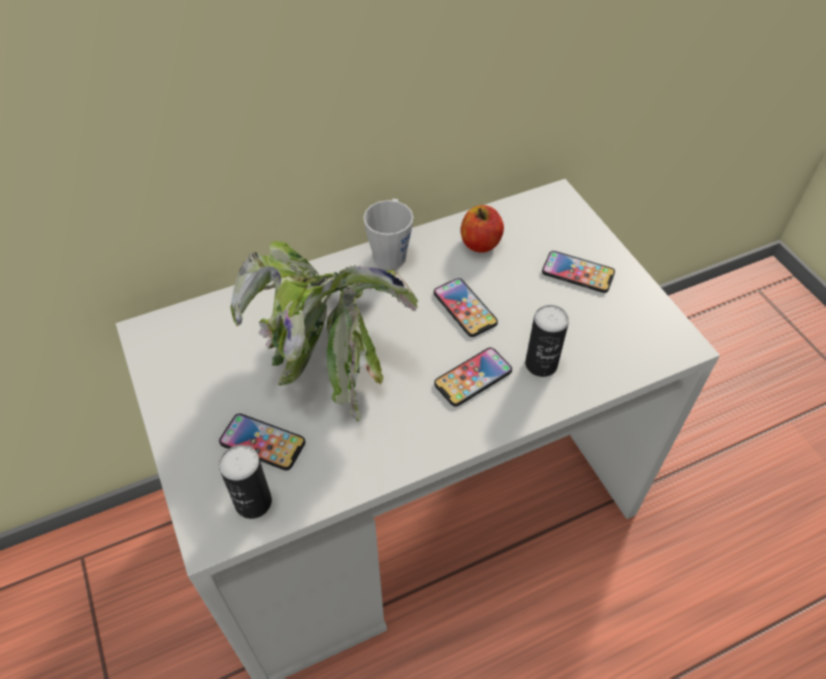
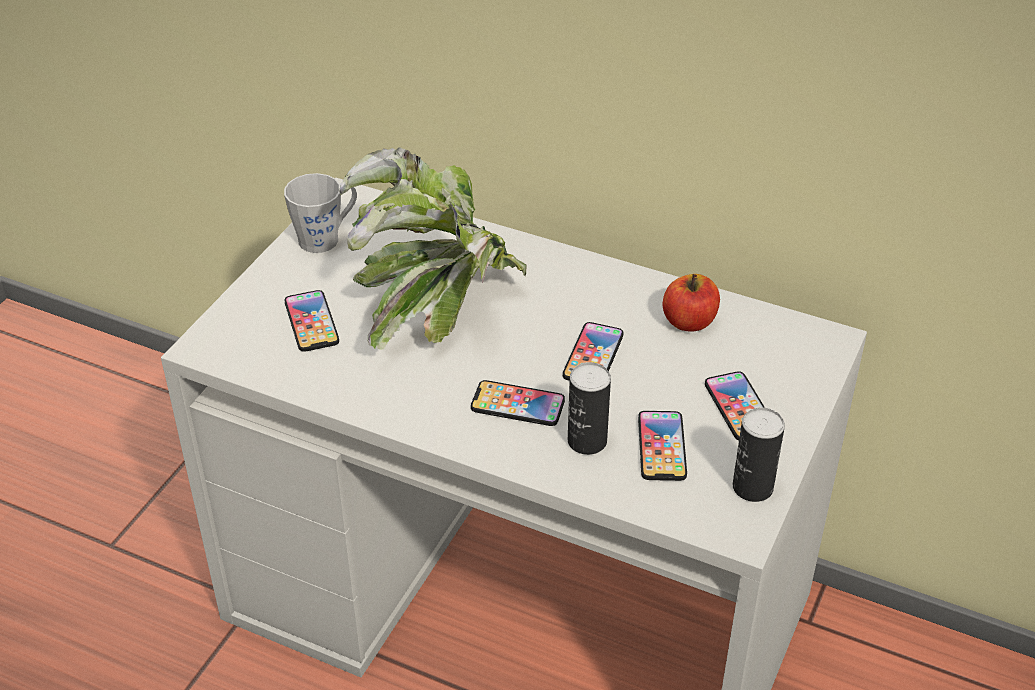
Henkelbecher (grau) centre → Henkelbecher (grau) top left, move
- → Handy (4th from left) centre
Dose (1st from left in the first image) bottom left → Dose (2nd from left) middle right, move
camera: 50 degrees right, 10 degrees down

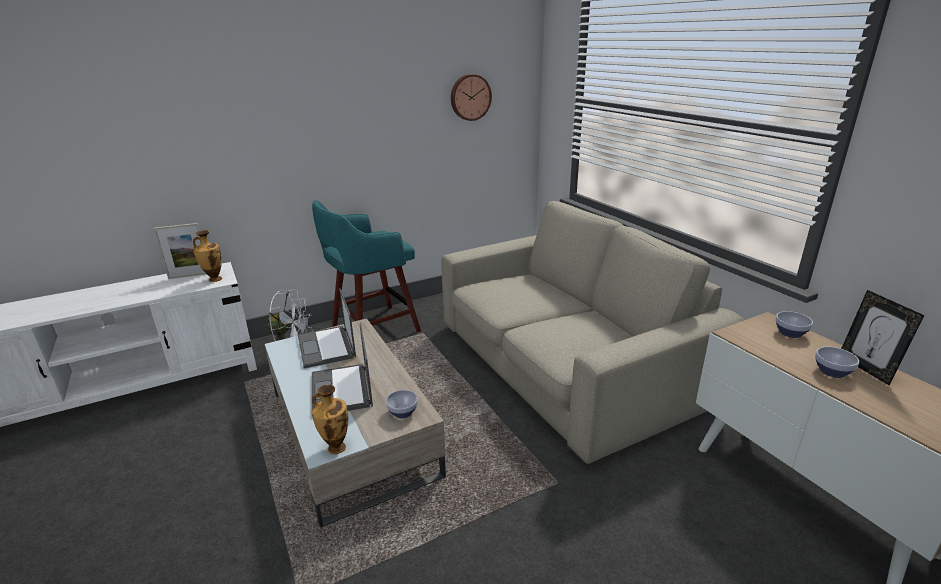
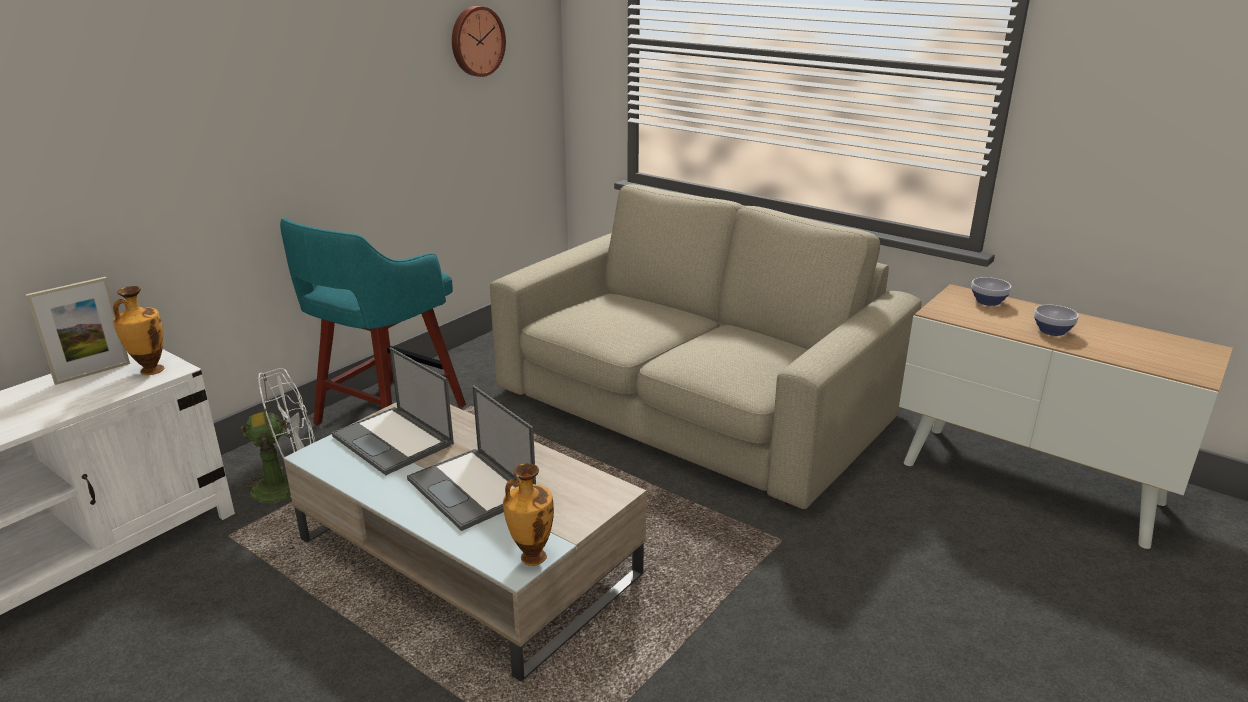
Schüssel (1st from left) bottom centre → -
Bilderrahmen (2nd from left) middle right → -
camera: 25 degrees left, 0 degrees up

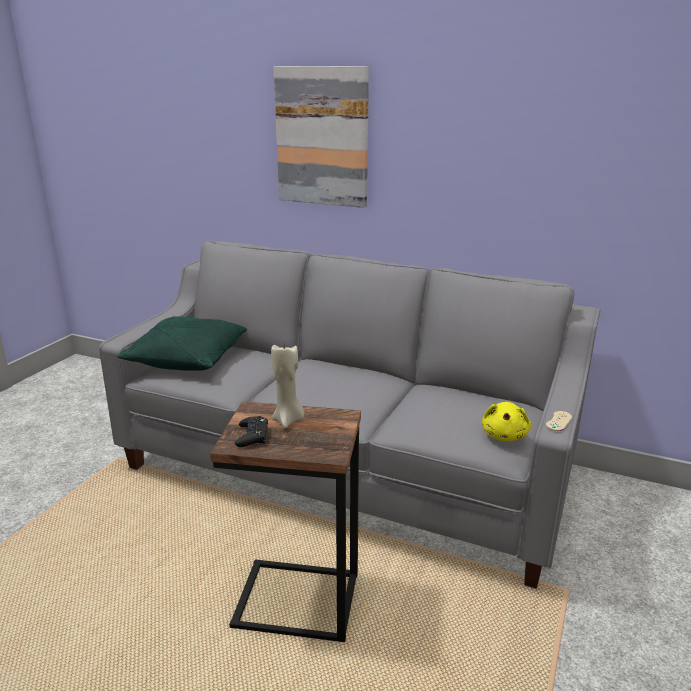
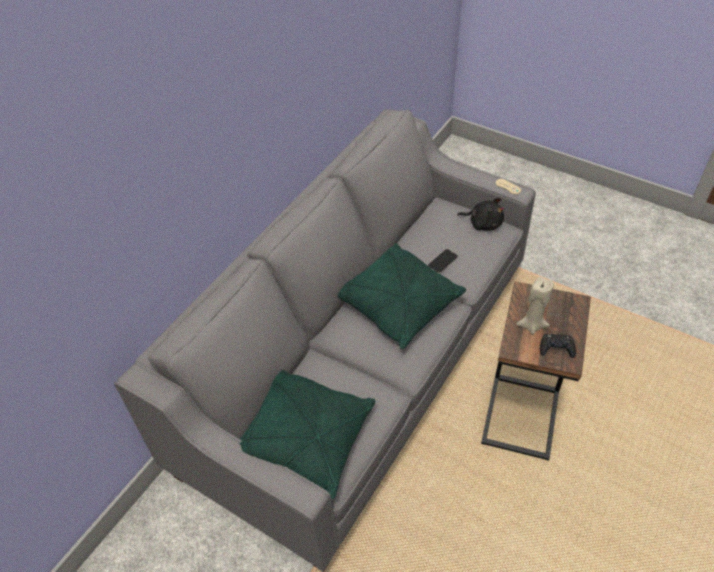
- → Kissen (grün) (2nd from left) centre
- → Handy centre
Plüschtier (gelb) middle right → Plüschtier (schwarz) middle right
Bild top centre → -
camera: 80 degrees left, 25 degrees up

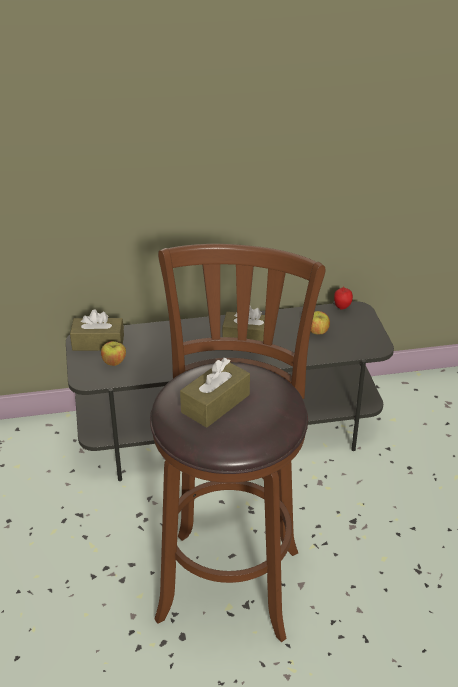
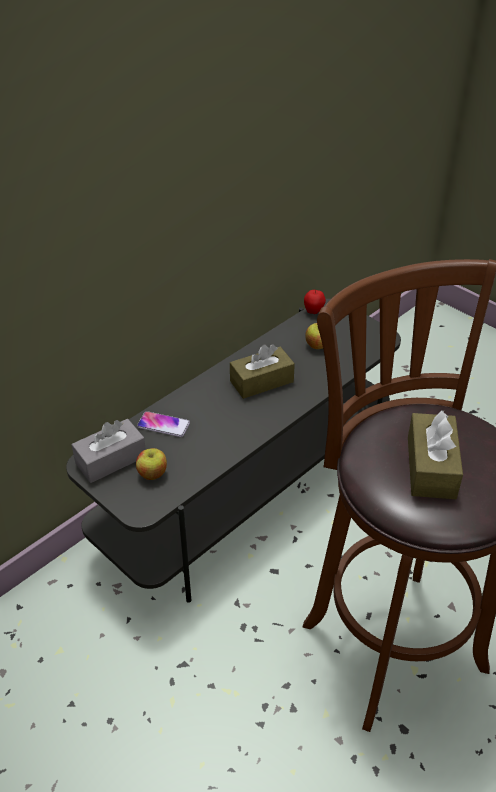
Taschentuchbox (braun) (1st from left) middle left → Taschentuchbox (grau) middle left
- → Handy middle left
camera: 35 degrees left, 5 degrees up

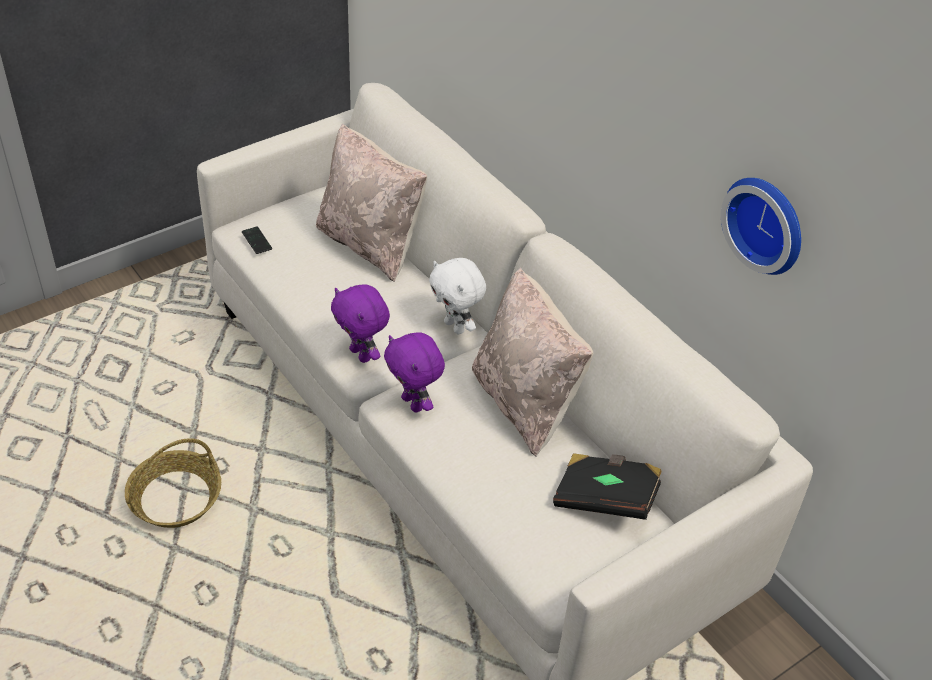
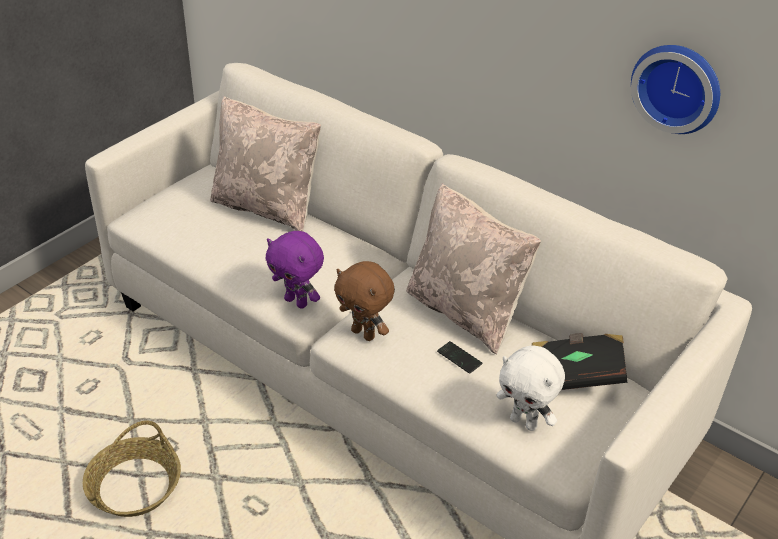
Plüschtier (lila) (2nd from left) centre → Plüschtier (braun) centre
Handy middle left → Handy centre, move
Plüschtier (weiß) centre → Plüschtier (weiß) bottom right, move
camera: 15 degrees left, 5 degrees down

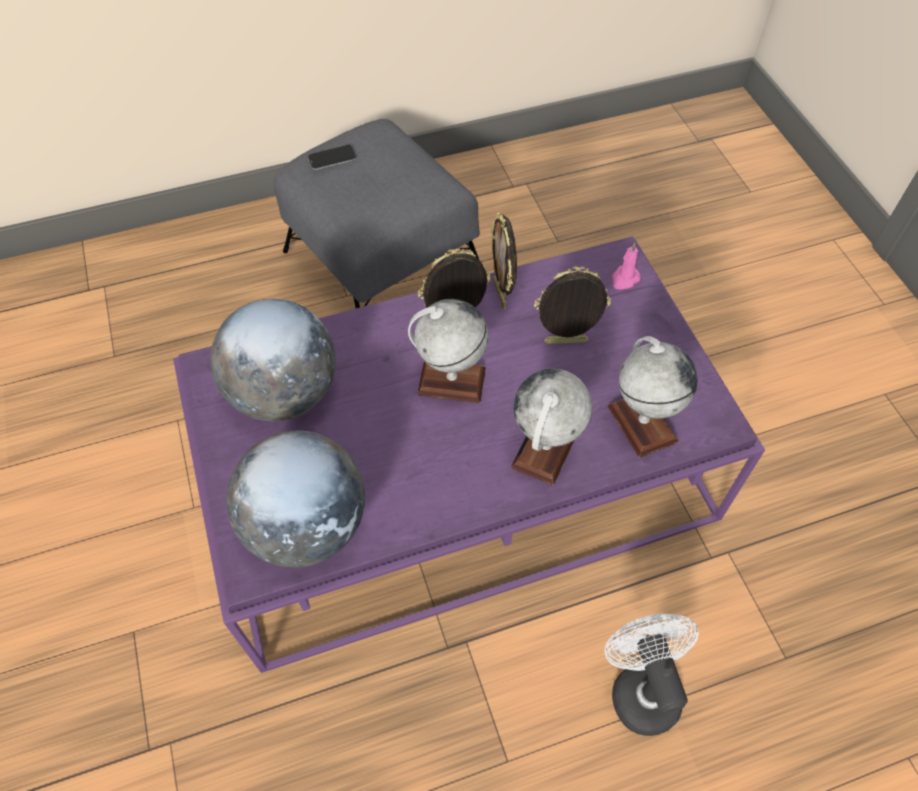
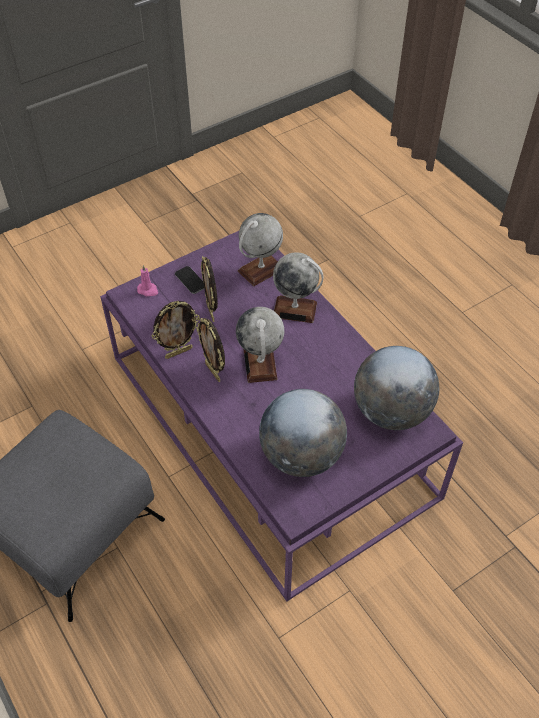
Handy top centre → Handy centre, move
Ventilator (weiß) bottom right → -
camera: 105 degrees left, 5 degrees down

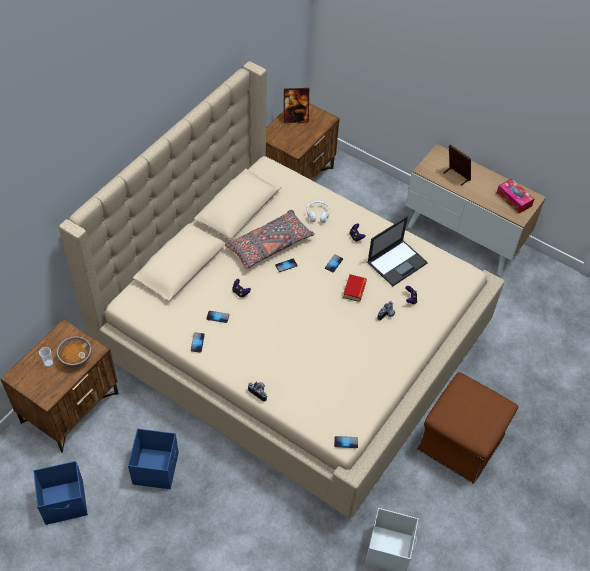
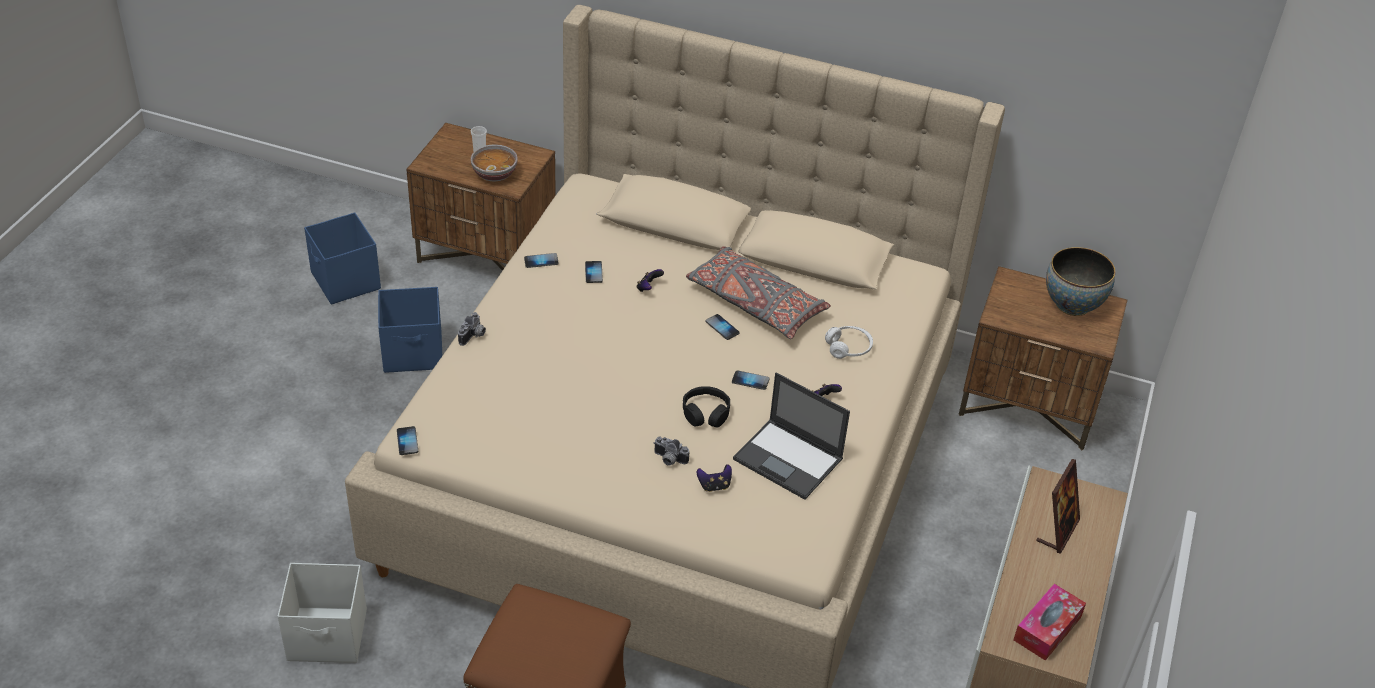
Buch centre → Kopfhörer (schwarz) centre
Bilderrahmen (1st from left) top centre → Schüssel (2nd from left) middle right
camera: 75 degrees right, 10 degrees down

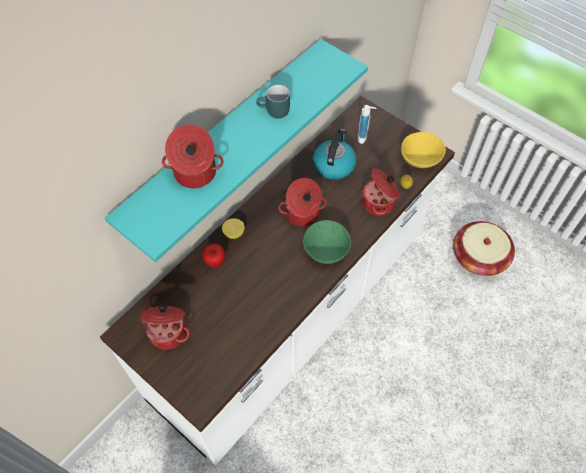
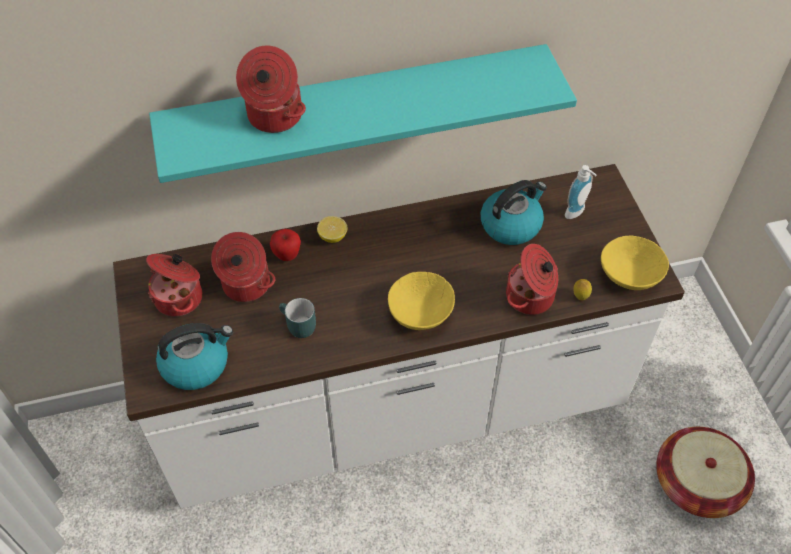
- → Wasserkessel (1st from left) middle left
Kochtopf (3rd from left in the first image) centre → Kochtopf (2nd from left) middle left, move
Henkelbecher (türkis) top centre → Henkelbecher (türkis) centre, move
Schüssel (grün) centre → Schüssel (gelb) (1st from left) centre
camera: 35 degrees right, 5 degrees down

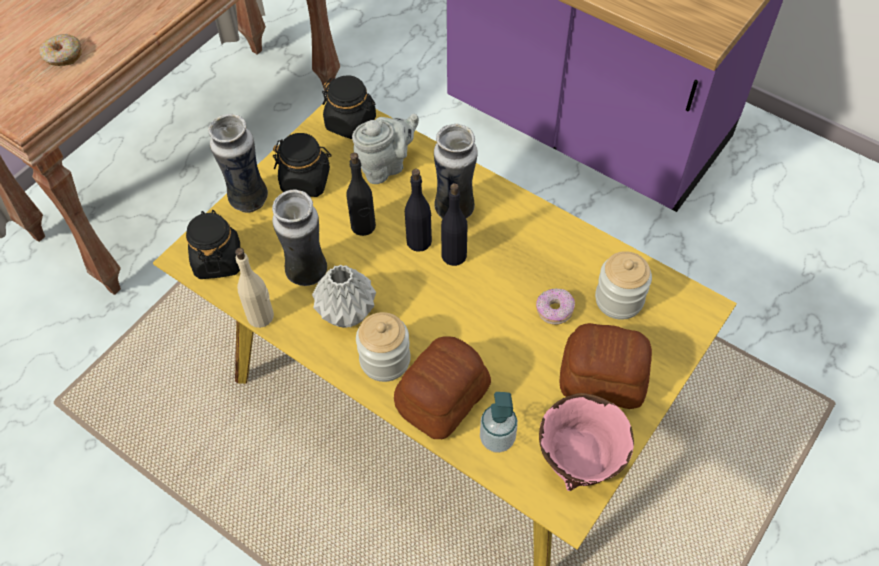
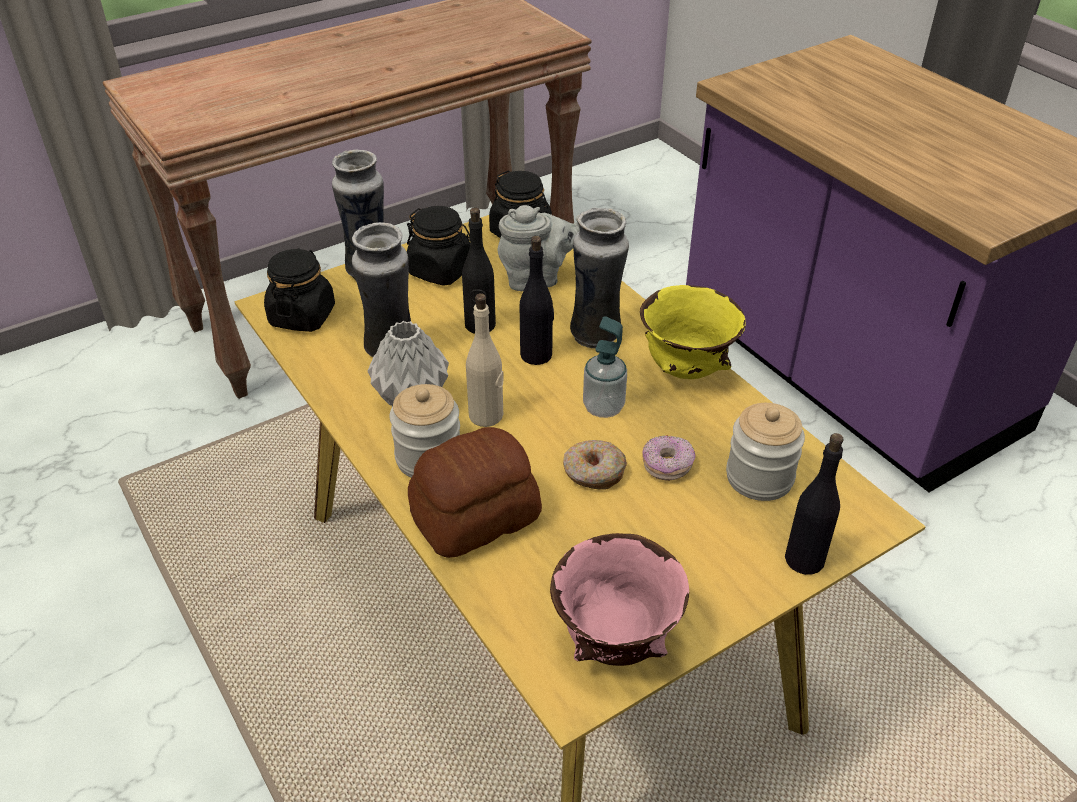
Flasche (beige) middle left → Flasche (beige) centre, move
Donut (1st from left) top left → Donut (1st from left) centre, move
Seifenspender bottom centre → Seifenspender centre, move
- → Schüssel (gelb) centre
Flasche (schwarz) (3rd from left) centre → Flasche (schwarz) (3rd from left) middle right, move
Brot (2nd from left) middle right → -
camera: 20 degrees right, 15 degrees down

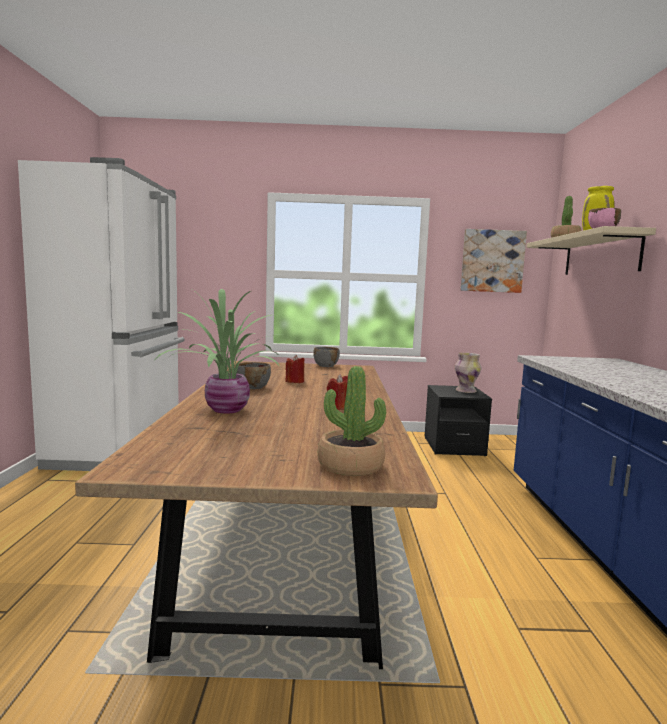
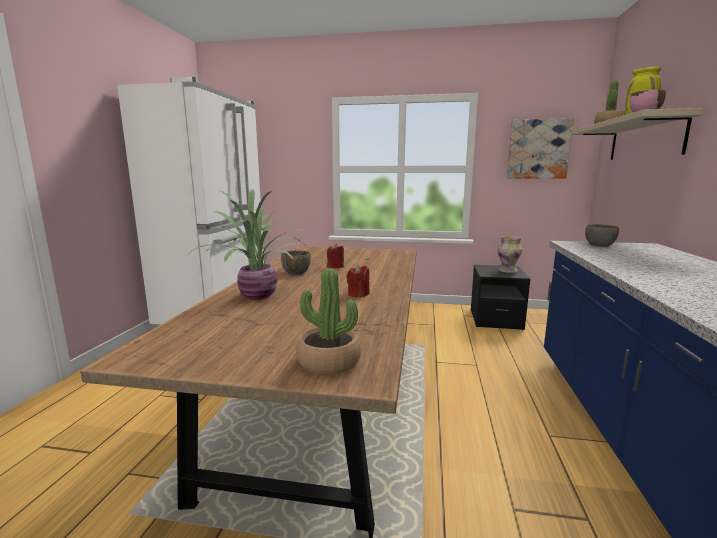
Schüssel (grau) (2nd from left) centre → Schüssel (grau) (2nd from left) middle right, move
camera: 10 degrees right, 5 degrees up

